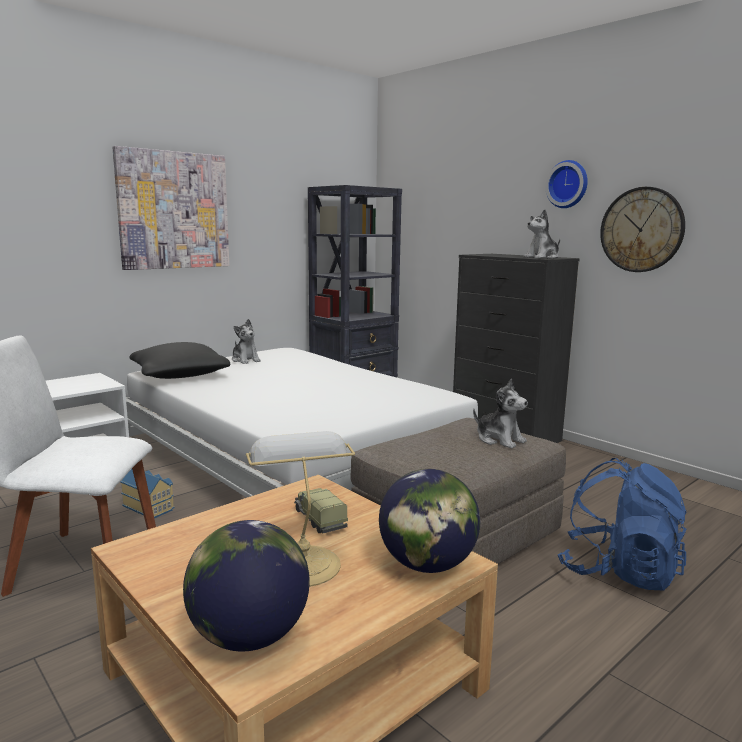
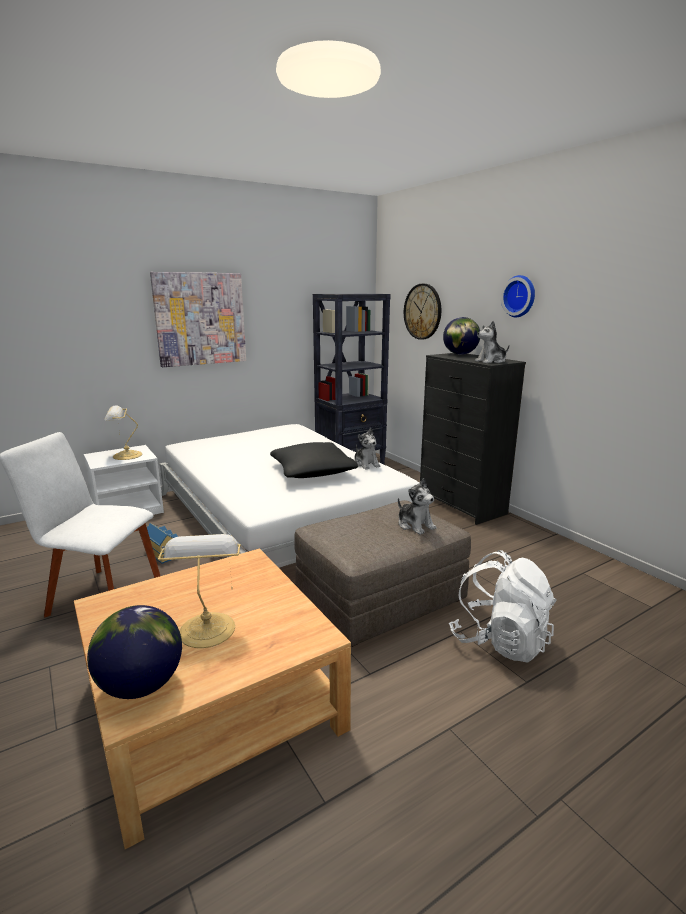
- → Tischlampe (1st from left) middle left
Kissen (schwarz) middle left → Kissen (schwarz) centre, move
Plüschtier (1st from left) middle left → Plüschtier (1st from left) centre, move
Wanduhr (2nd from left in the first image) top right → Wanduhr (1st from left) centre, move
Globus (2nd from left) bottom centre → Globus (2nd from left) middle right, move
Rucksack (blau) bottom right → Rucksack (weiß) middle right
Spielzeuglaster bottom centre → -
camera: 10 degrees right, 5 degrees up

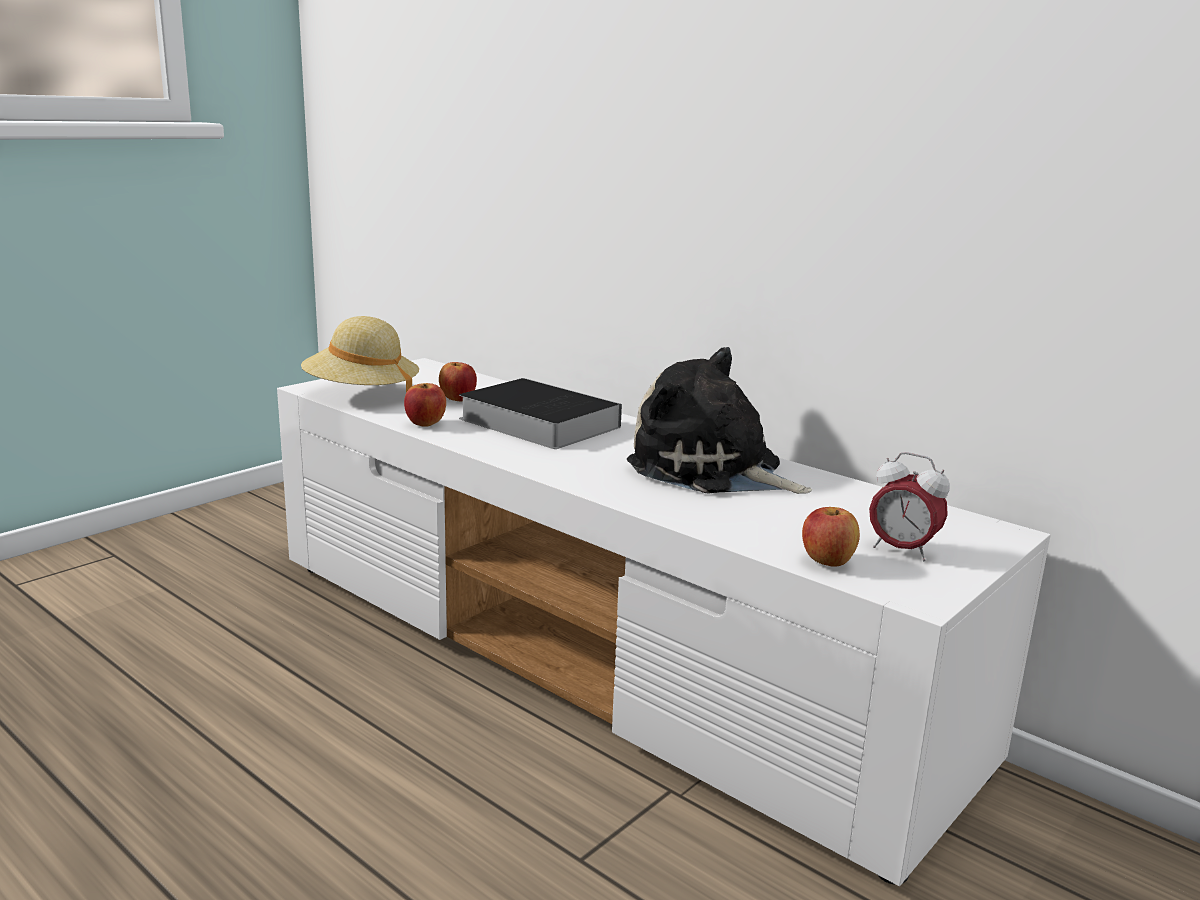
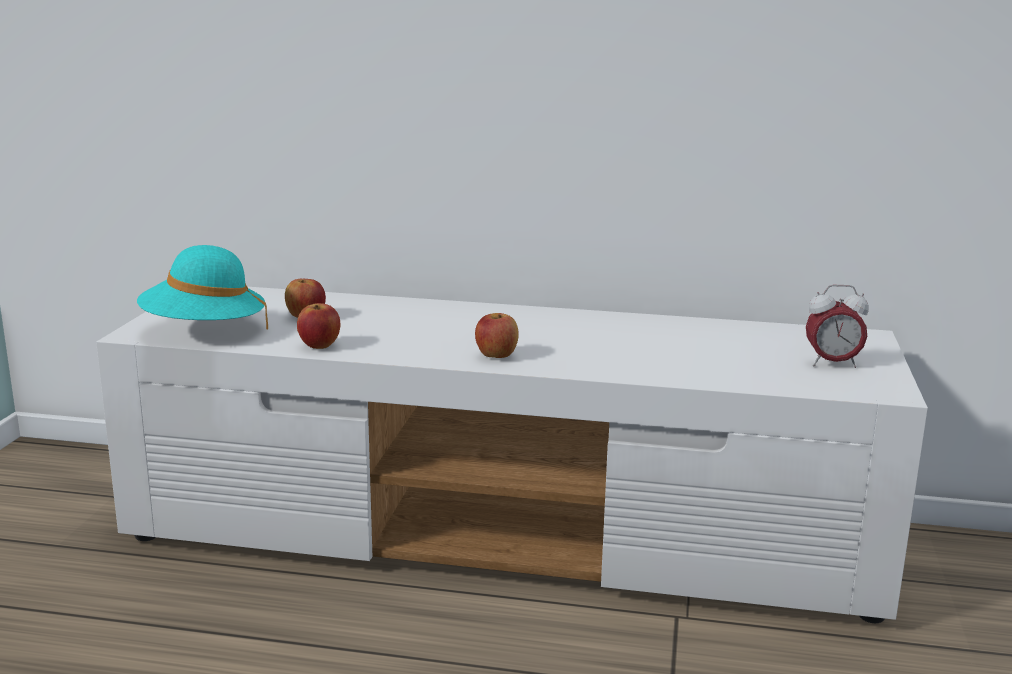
Hut (beige) middle left → Hut (türkis) middle left
Apfel (3rd from left) middle right → Apfel (3rd from left) centre, move
Buch centre → -
Plüschtier centre → -
camera: 30 degrees left, 0 degrees up

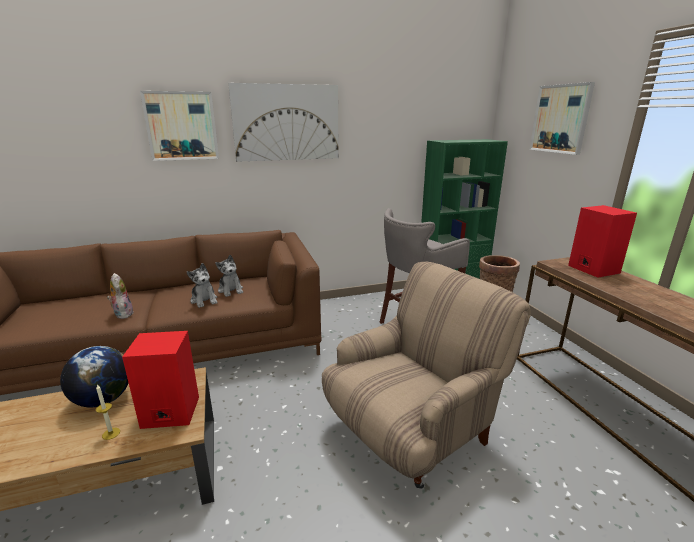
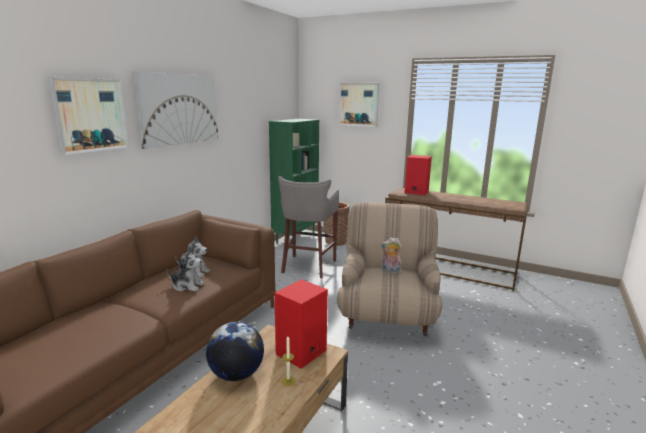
Plüschtier (1st from left in the first image) middle left → Plüschtier (3rd from left) centre, move
camera: 45 degrees left, 5 degrees down

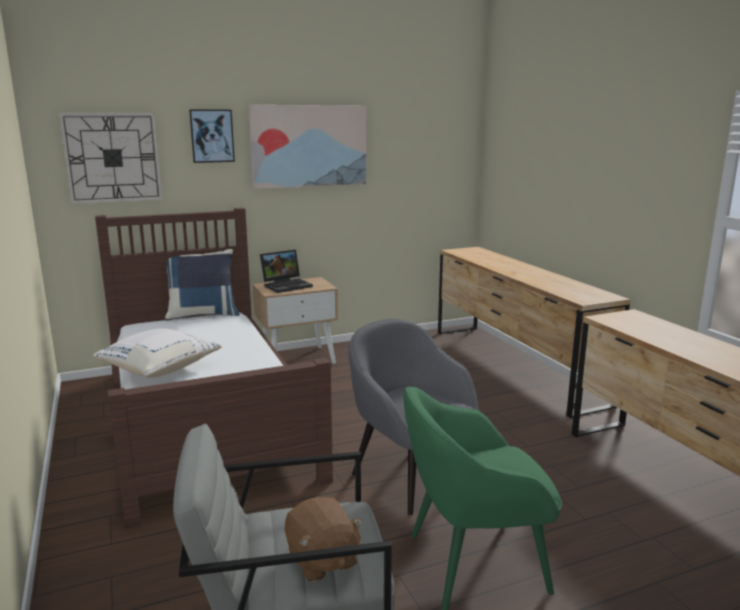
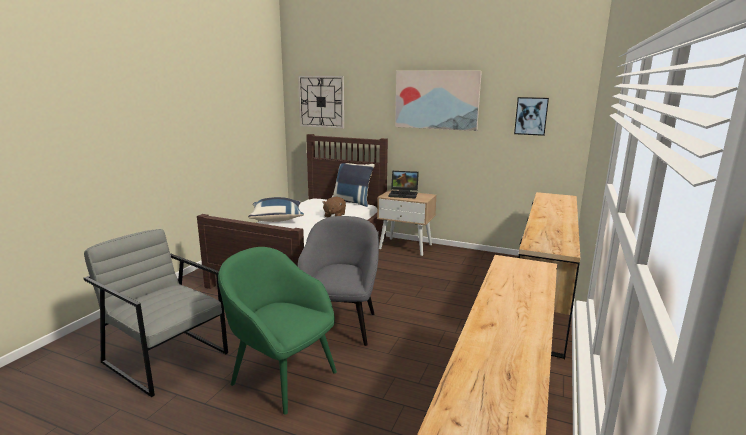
Kissen (weiß) middle left → Kissen (blau) (1st from left) centre
Plüschtier (braun) bottom centre → Plüschtier (braun) centre, move
Bild (1st from left in the first image) top left → Bild (2nd from left) top right, move
camera: 45 degrees right, 0 degrees up

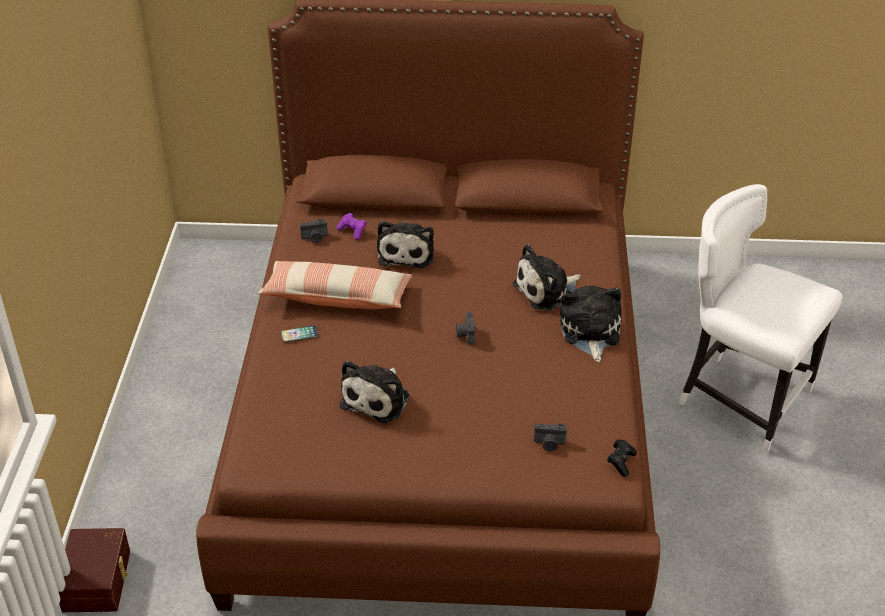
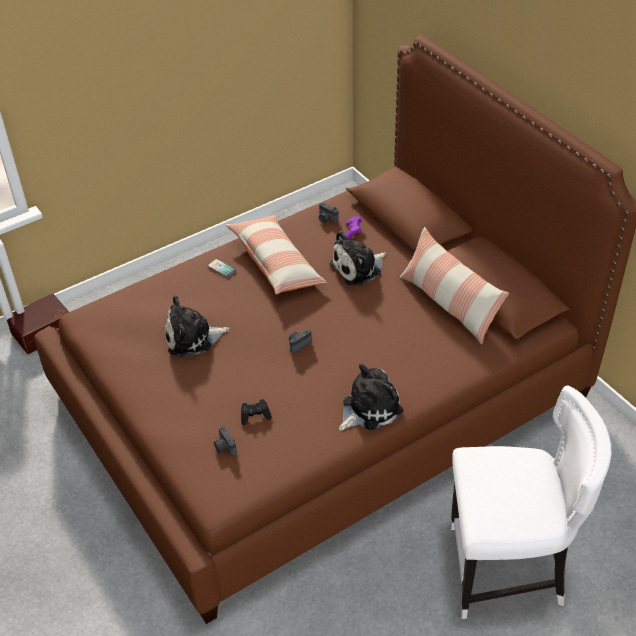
Gamepad (schwarz) bottom right → Gamepad (schwarz) centre, move
- → Kissen (2nd from left) middle right
Stuhl (weiß) middle right → Stuhl (weiß) bottom right, 90 degrees clockwise
Plüschtier (3rd from left) centre → -
camera: 55 degrees right, 5 degrees up

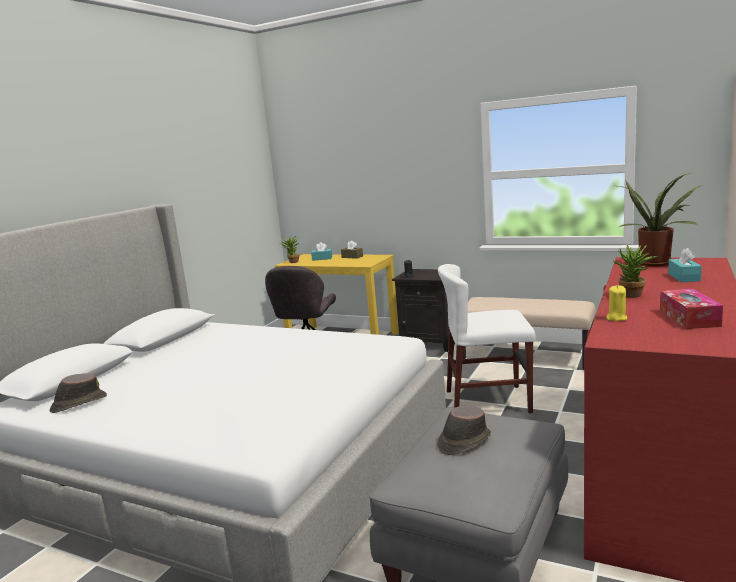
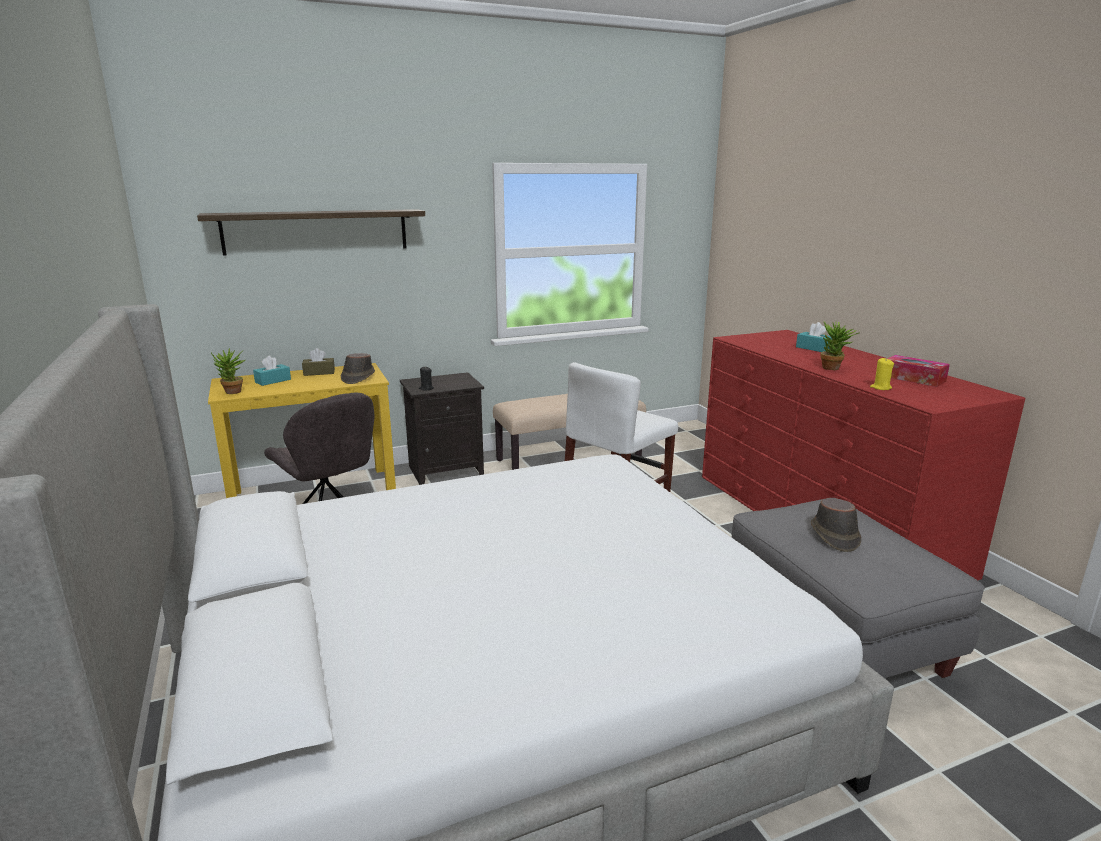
- → Wandregal top left
Hut (braun) (1st from left) bottom left → Hut (braun) (1st from left) middle left, move
Topfpflanze (3rd from left) middle right → -
camera: 50 degrees left, 5 degrees up

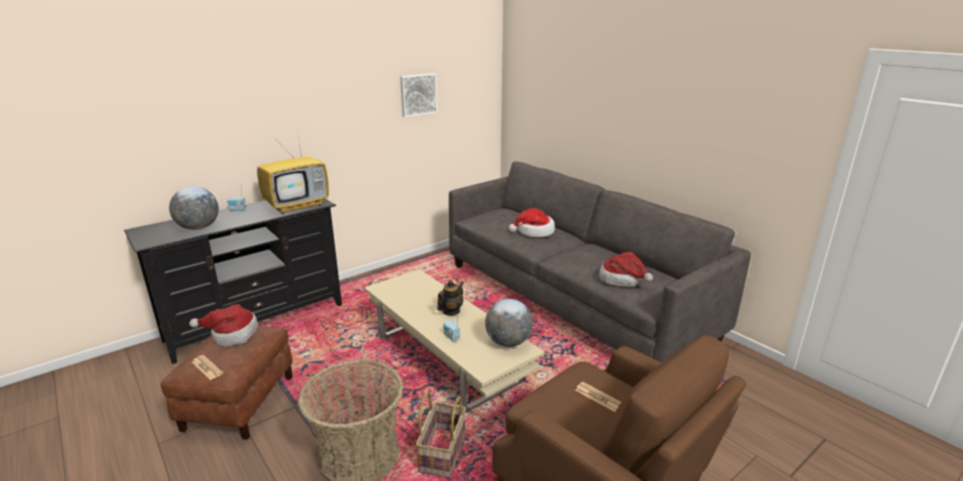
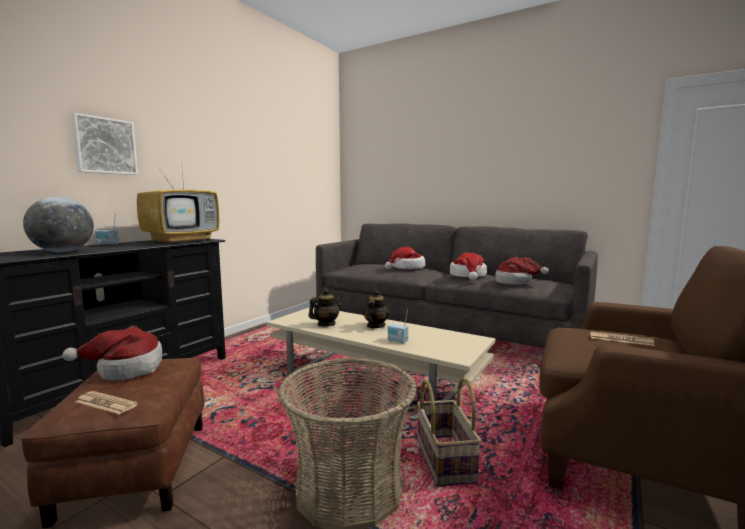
Bild top centre → Bild top left, move
- → Teekanne (1st from left) centre
- → Hut (3rd from left) centre
Globus (2nd from left) bottom centre → -
camera: 20 degrees left, 15 degrees down

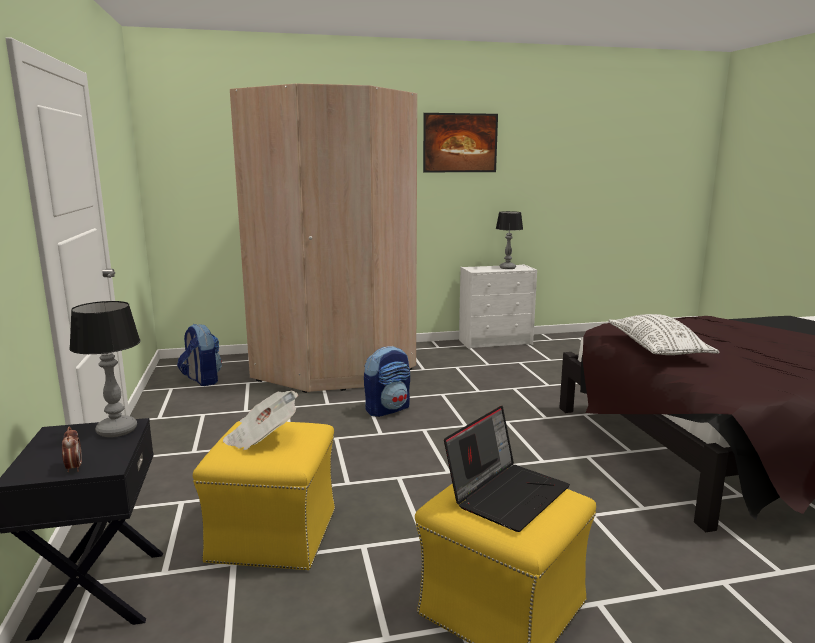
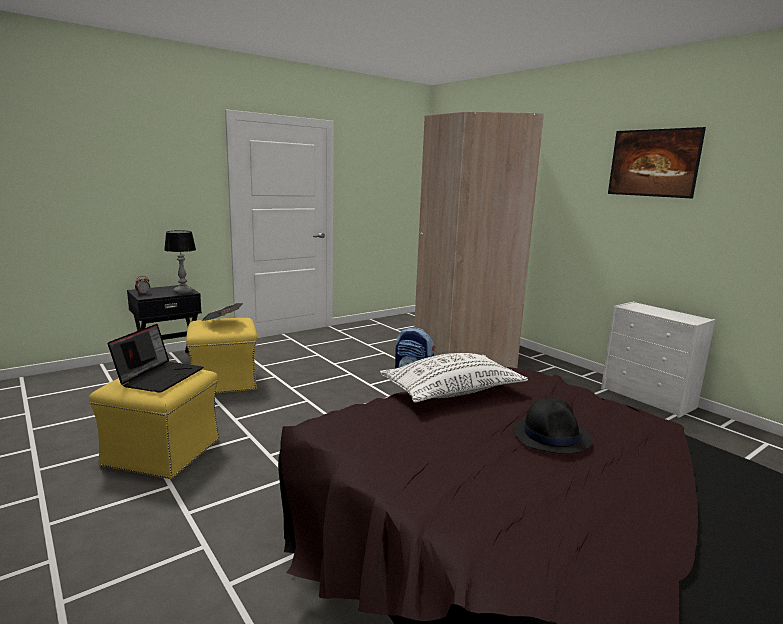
Laptop bottom centre → Laptop middle left, 90 degrees counterclockwise
- → Hut (schwarz) bottom right
Rucksack (1st from left) middle left → -
Tischlampe (2nd from left) centre → -
camera: 65 degrees right, 0 degrees up

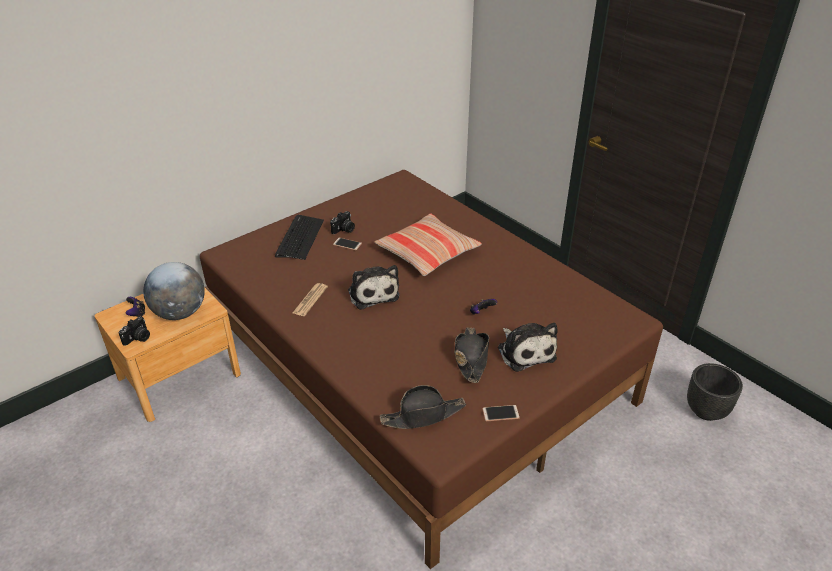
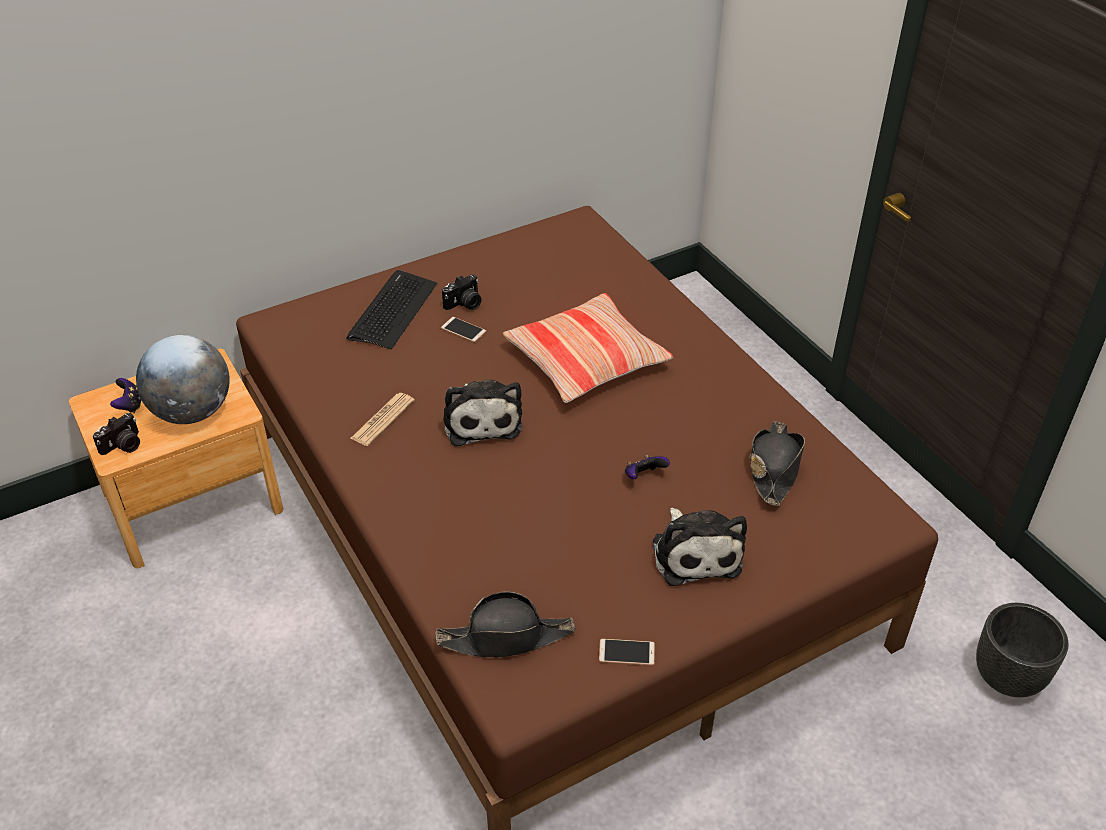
Hut (schwarz) (2nd from left) centre → Hut (schwarz) (2nd from left) middle right, move
camera: 10 degrees right, 5 degrees up

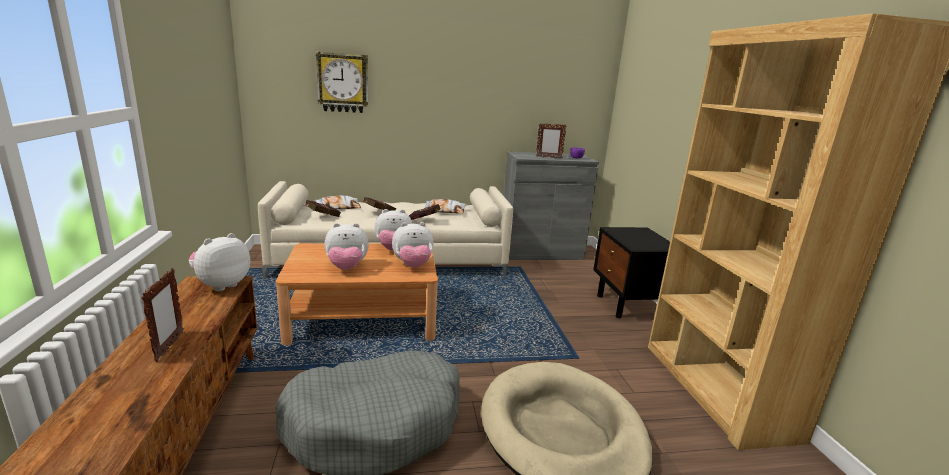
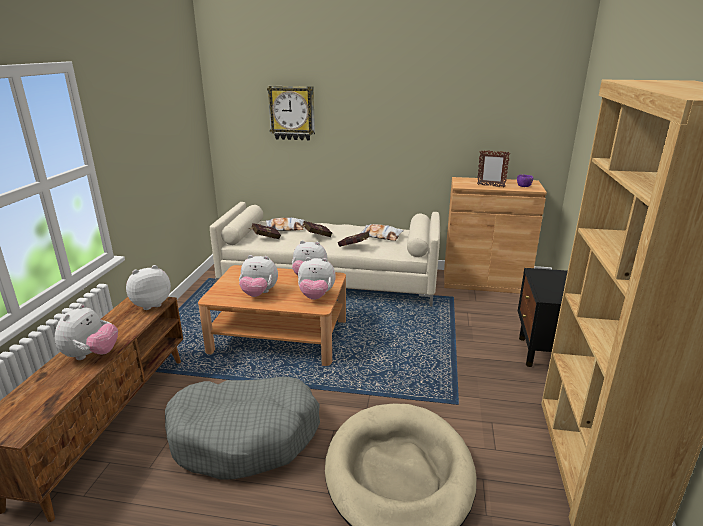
Bilderrahmen (1st from left) middle left → Plüschtier (1st from left) middle left
Schrank (grau) centre → Schrank (braun) middle right
camera: 20 degrees right, 5 degrees up

